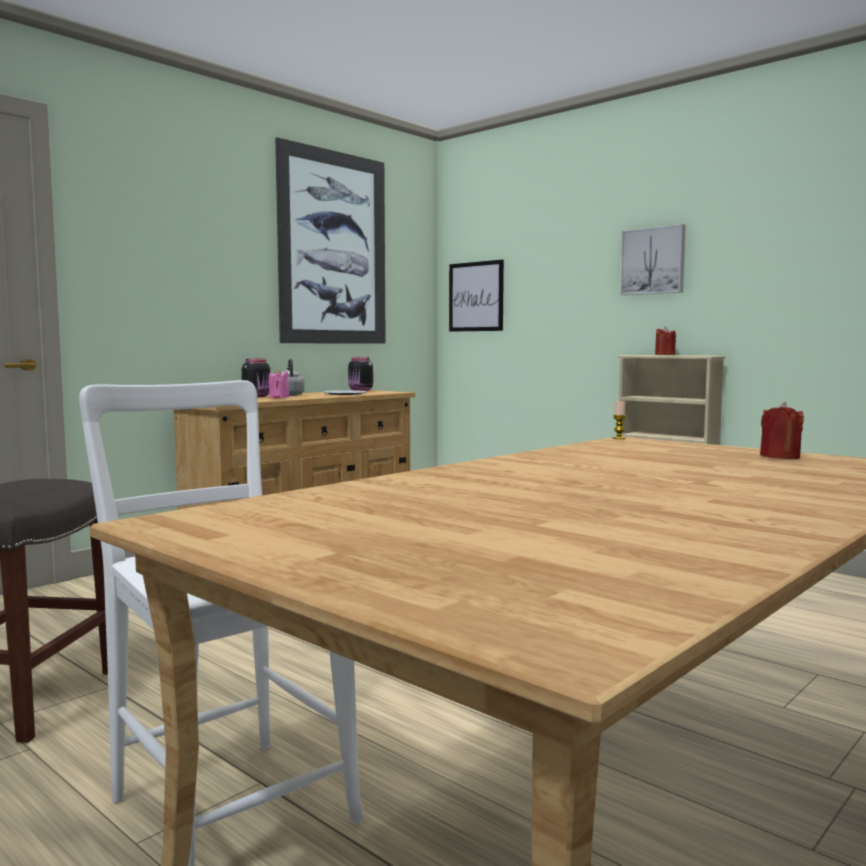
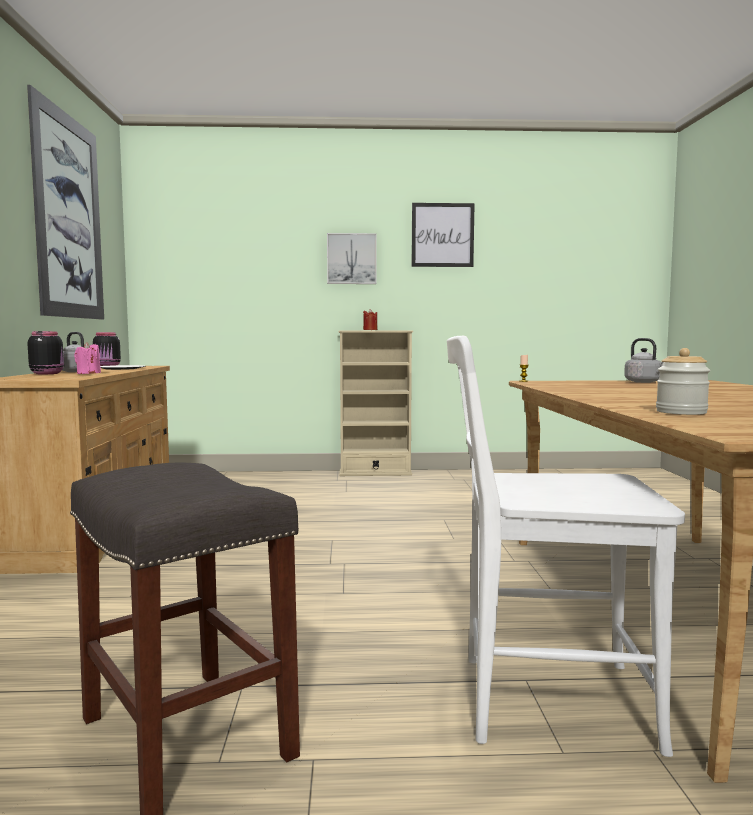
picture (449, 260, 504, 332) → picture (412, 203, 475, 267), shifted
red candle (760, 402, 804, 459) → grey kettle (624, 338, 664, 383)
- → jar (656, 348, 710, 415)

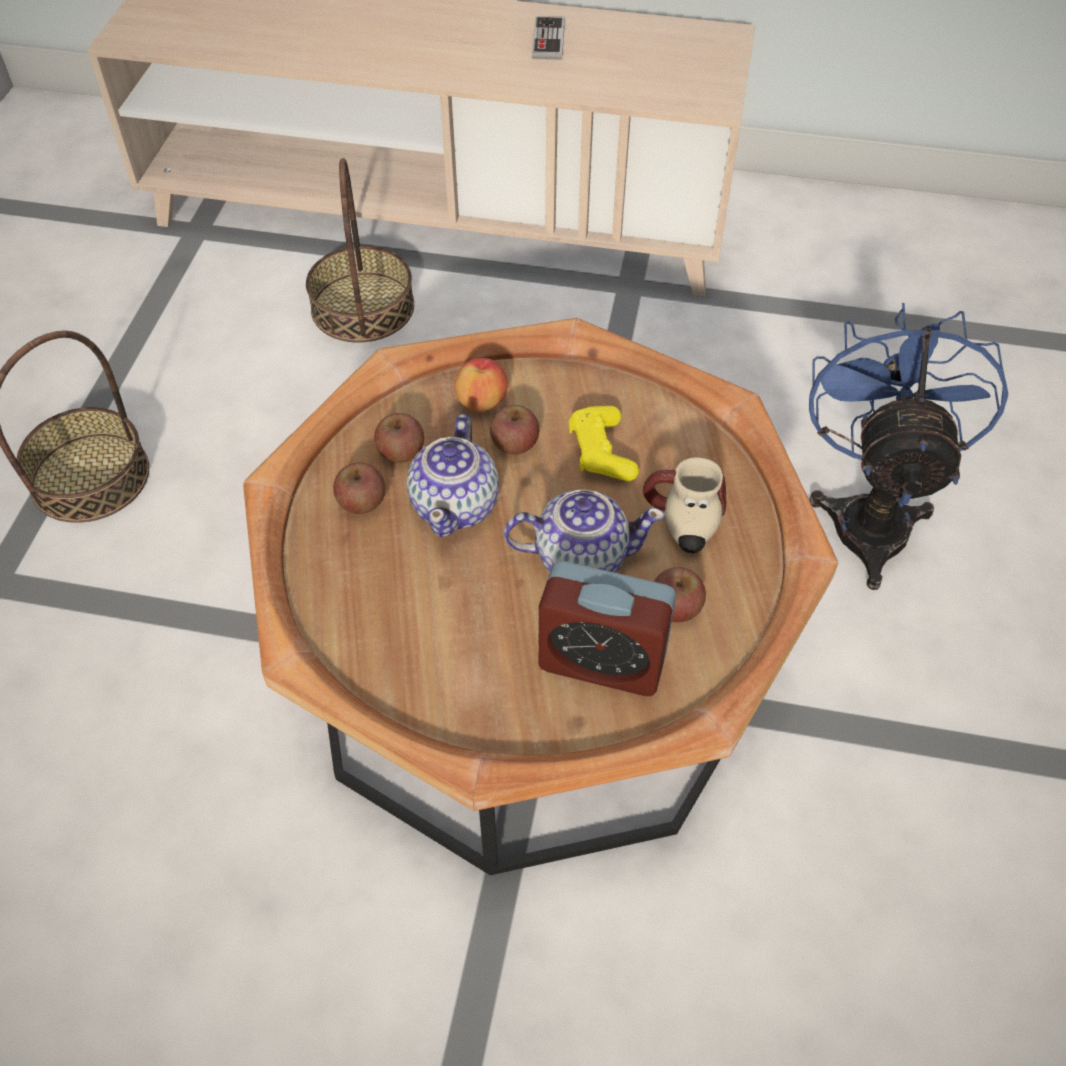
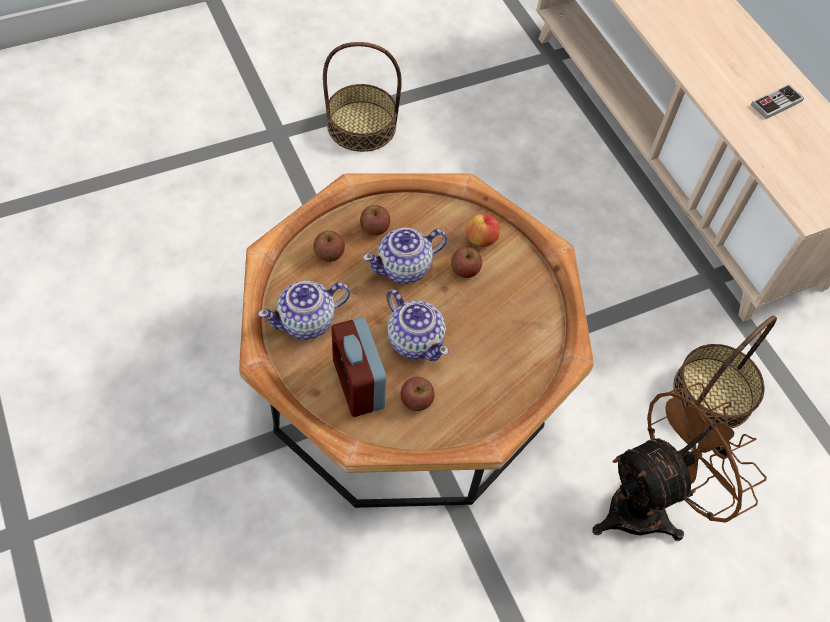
- → teapot (258, 280, 350, 340)
apple (374, 413, 424, 463) → apple (314, 231, 345, 262), shifted
blue fan (809, 303, 1008, 590) → brown fan (592, 382, 767, 541)
basket (306, 158, 414, 343) → basket (673, 316, 777, 429), shifted
yellow game controller (569, 406, 639, 481) → -
mug (643, 457, 726, 553) → -

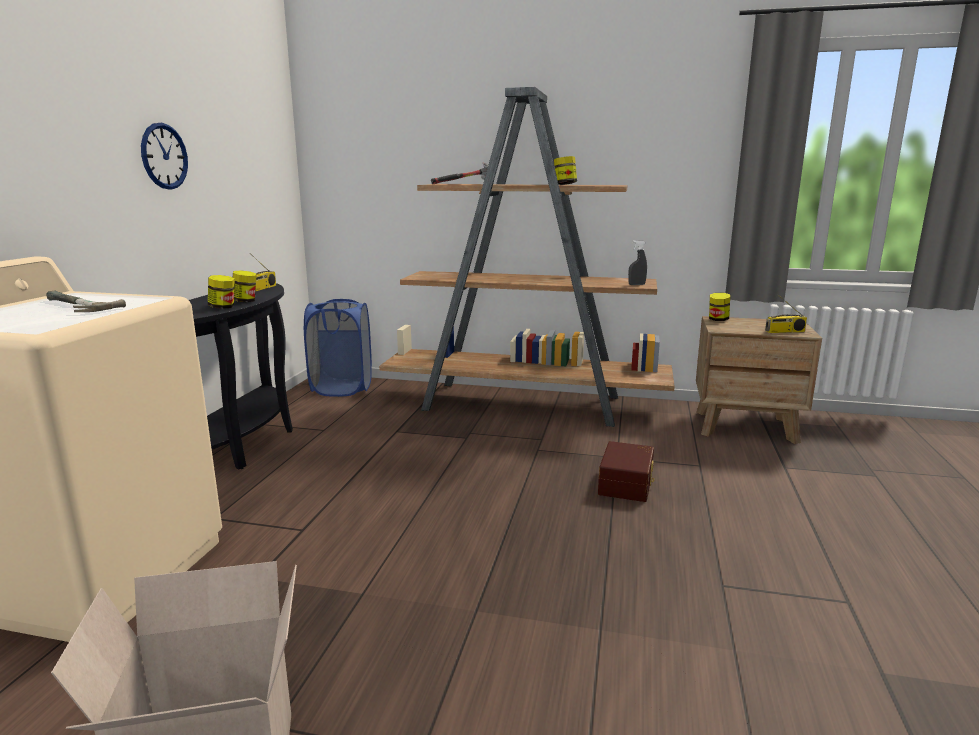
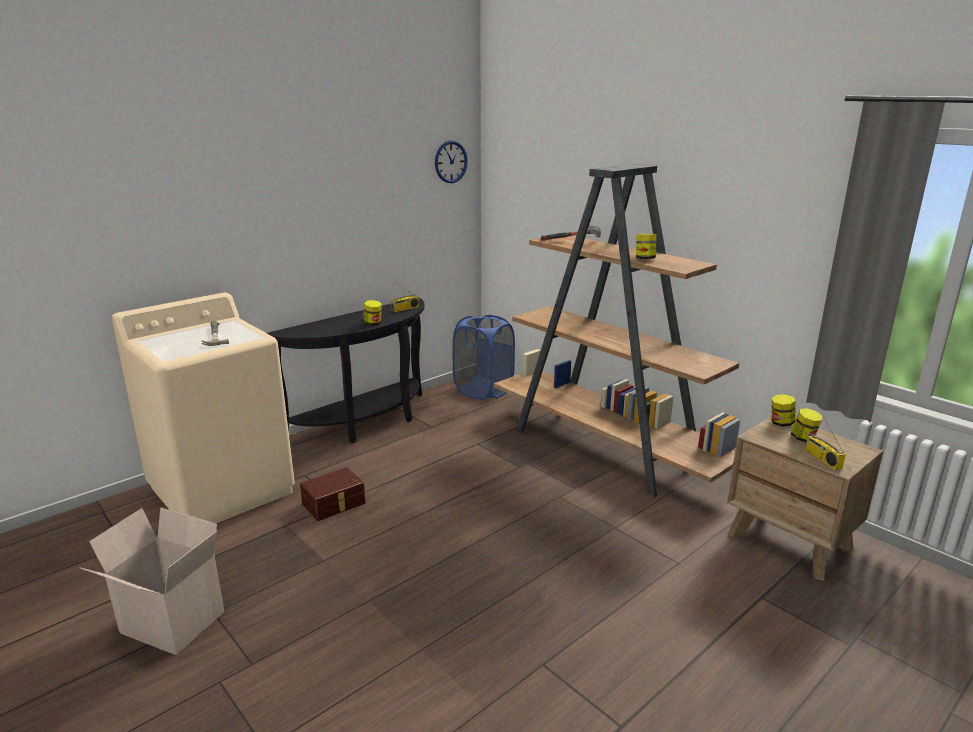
brown storage box (598, 441, 655, 502) → brown storage box (300, 467, 366, 521), shifted
wall clock (141, 123, 188, 190) → wall clock (435, 140, 468, 183), shifted
jar (208, 275, 235, 309) → jar (791, 408, 823, 443), shifted
radio (765, 294, 807, 333) → radio (805, 416, 846, 470), 45 degrees clockwise
grey spray bottle (628, 240, 647, 285) → -

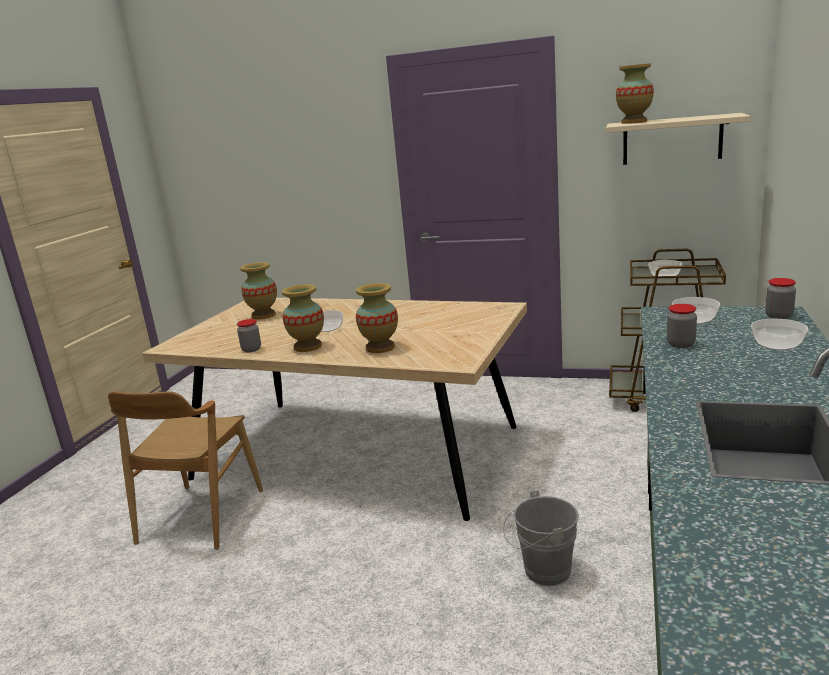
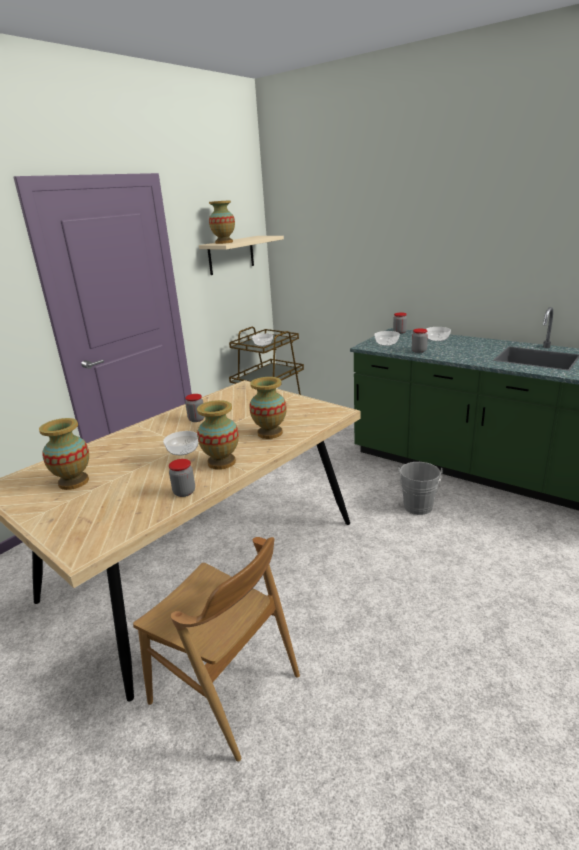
- → jar (185, 394, 205, 422)

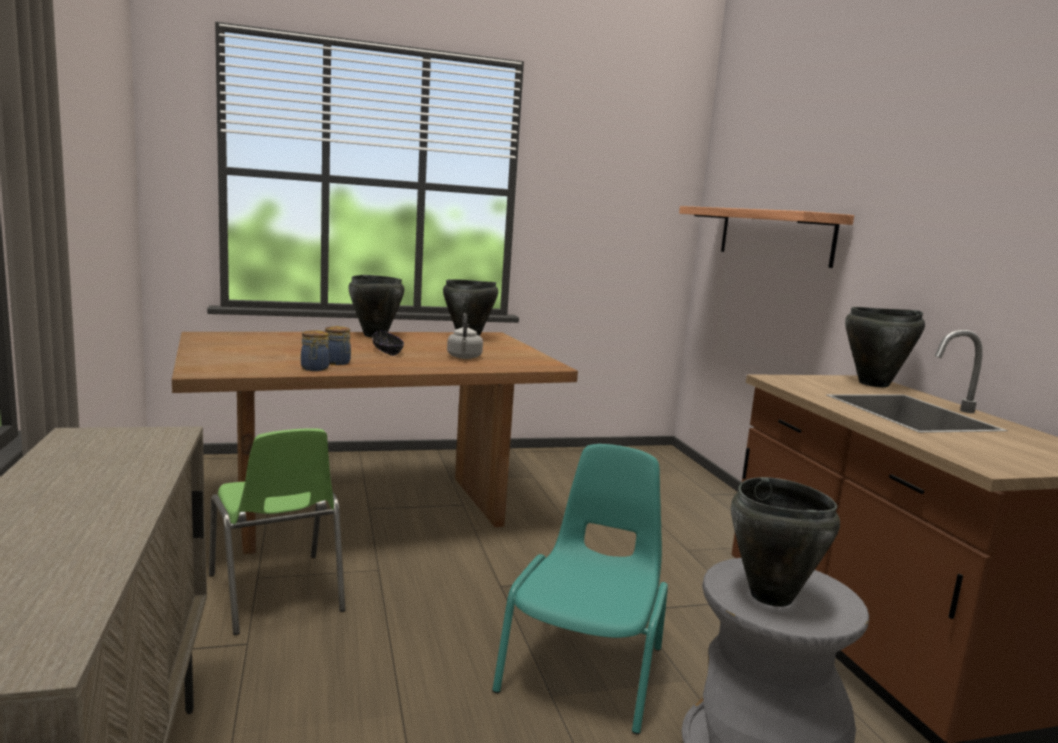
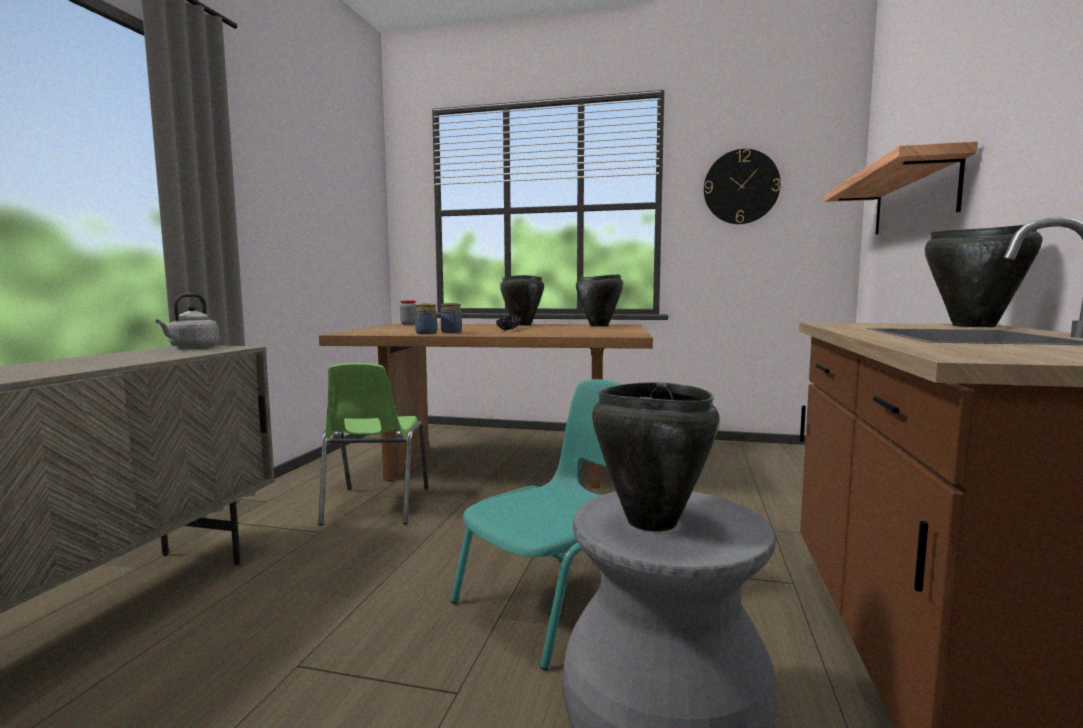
grey kettle (447, 313, 483, 359) → grey kettle (156, 294, 219, 349), shifted
- → jar (400, 300, 416, 325)
- → wall clock (704, 149, 781, 224)

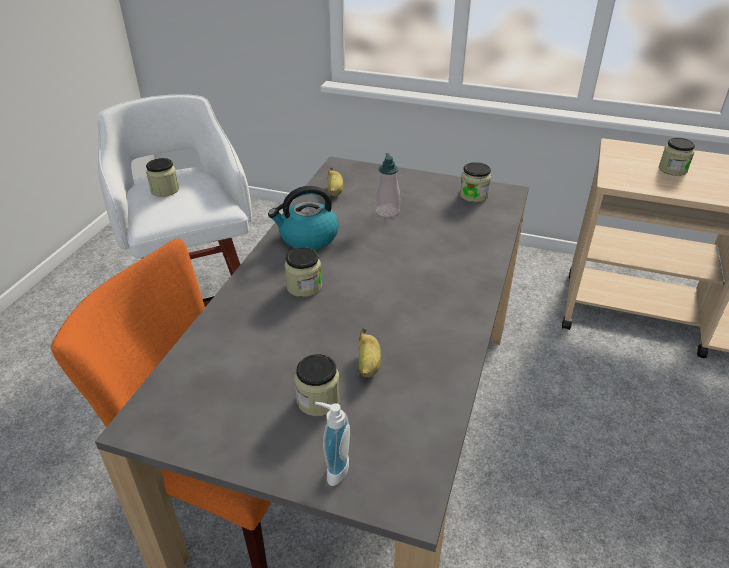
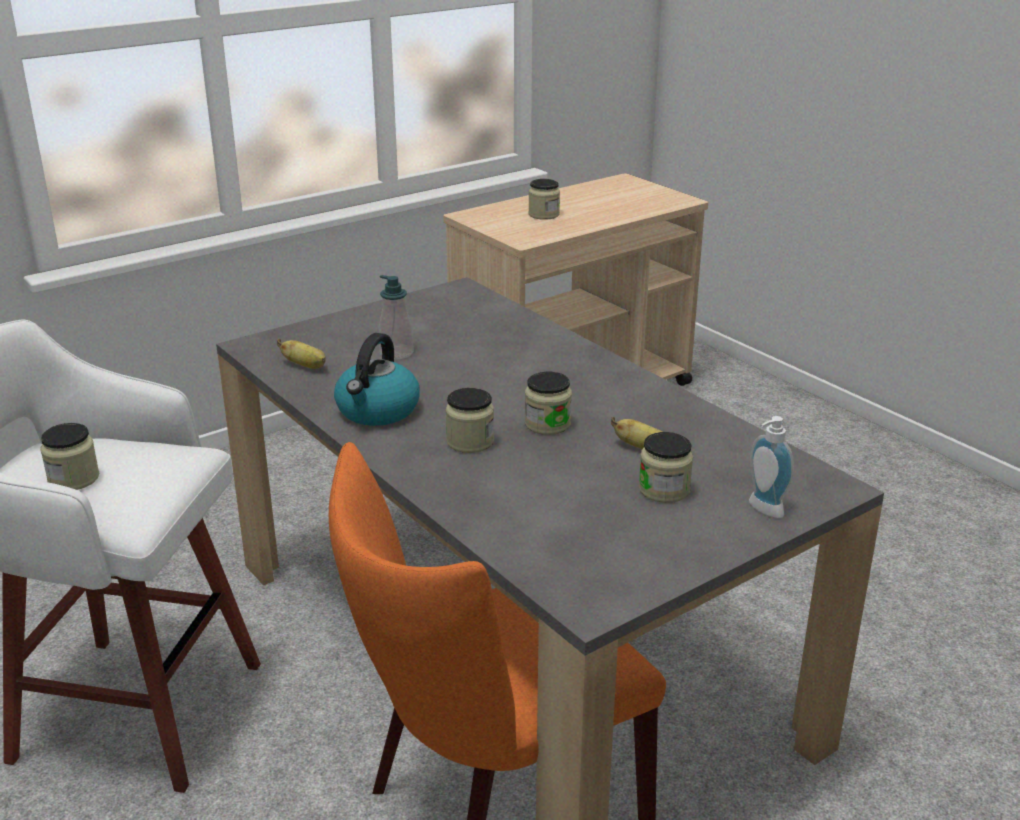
jar (460, 162, 491, 202) → jar (525, 372, 572, 435), shifted

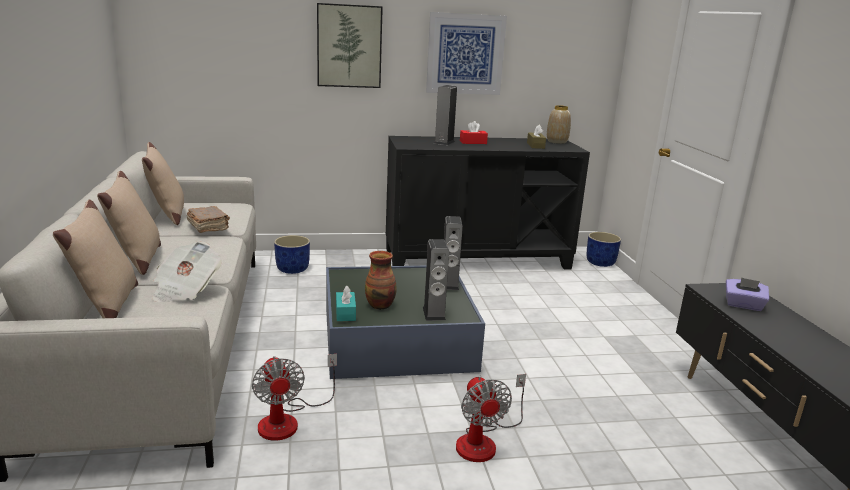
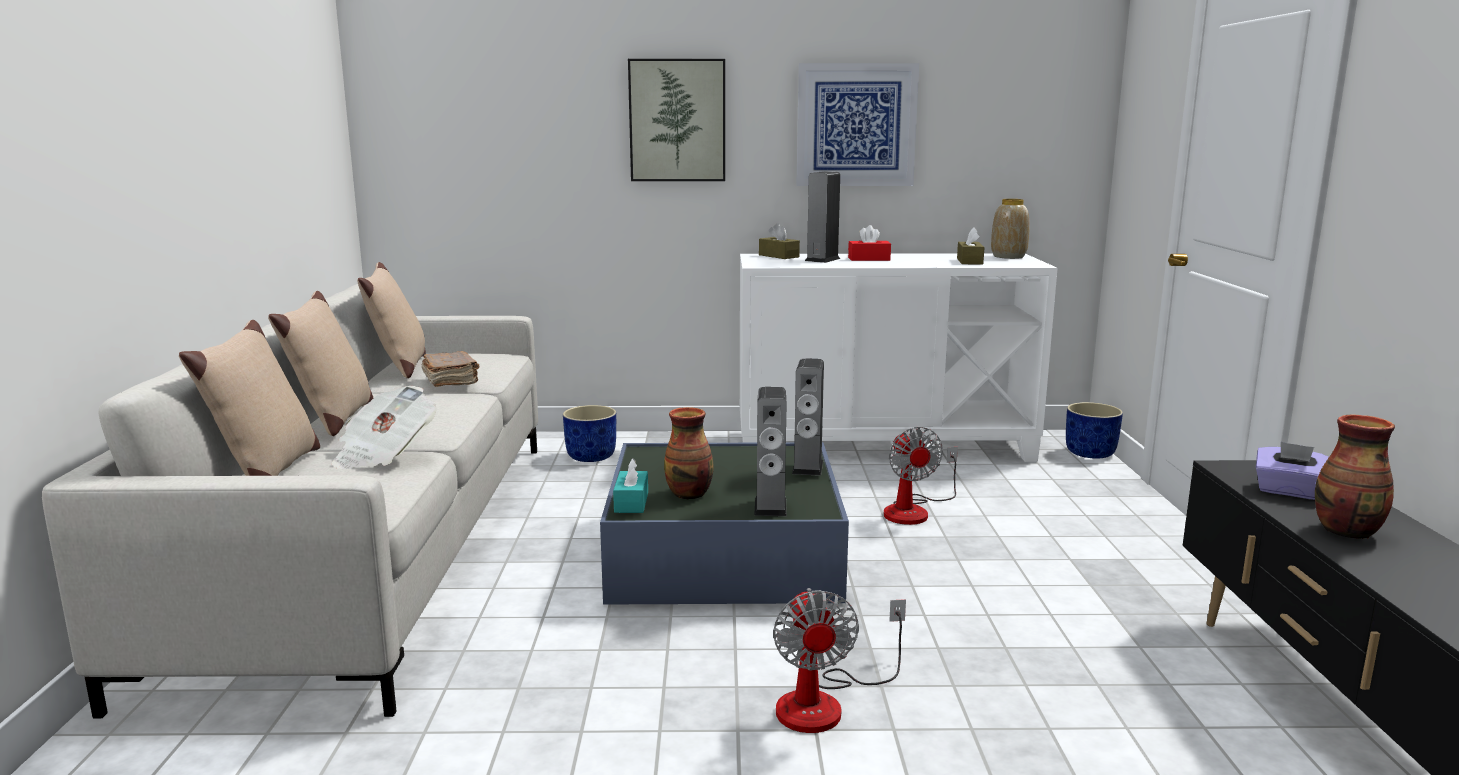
black cabinet (386, 136, 590, 270) → white cabinet (740, 253, 1058, 462)
- → brown tissue box (759, 223, 800, 259)
fan (252, 354, 337, 441) → fan (884, 427, 958, 525), shifted
- → vase (1315, 414, 1395, 539)

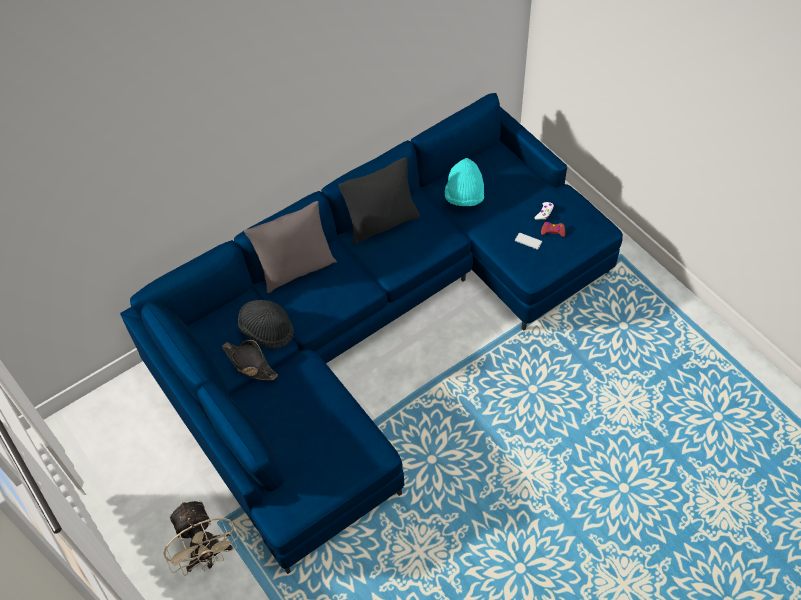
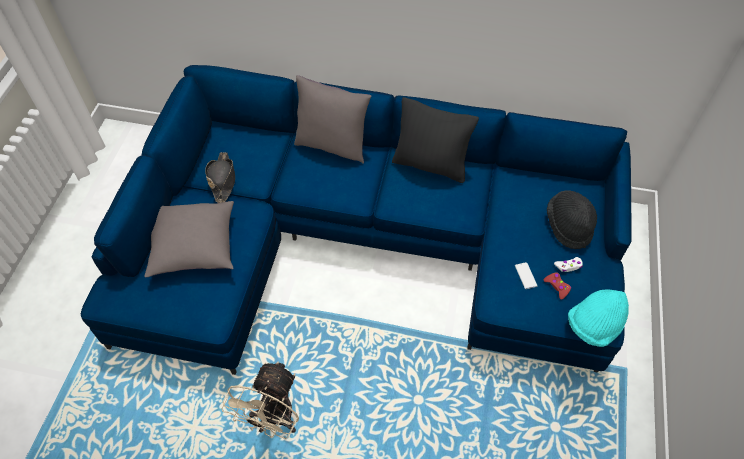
- → grey pillow (144, 201, 234, 277)
beige fan (163, 500, 238, 576) → beige fan (222, 361, 299, 439), shifted
black hat (238, 300, 294, 349) → black hat (547, 190, 597, 249), shifted
turquoise hat (445, 158, 484, 206) → turquoise hat (568, 289, 629, 347), shifted

